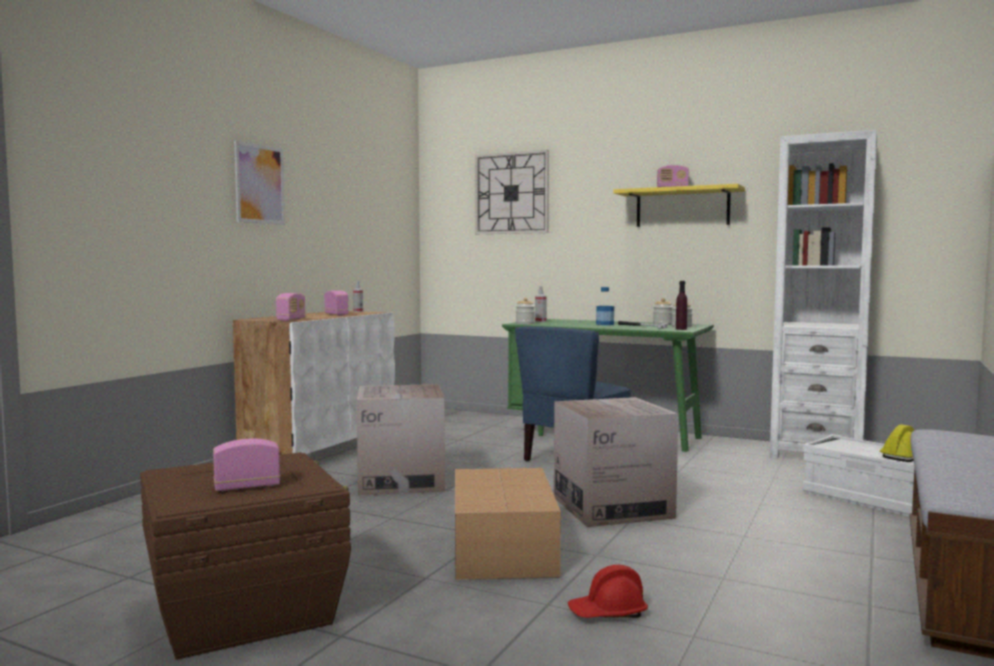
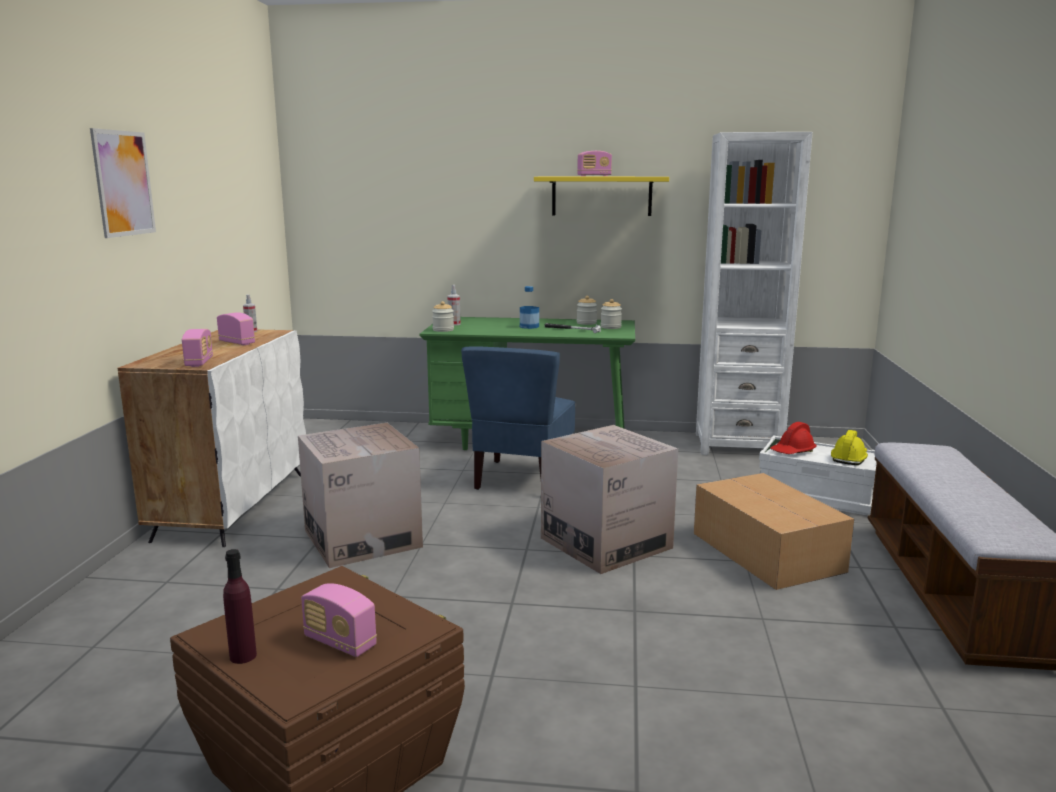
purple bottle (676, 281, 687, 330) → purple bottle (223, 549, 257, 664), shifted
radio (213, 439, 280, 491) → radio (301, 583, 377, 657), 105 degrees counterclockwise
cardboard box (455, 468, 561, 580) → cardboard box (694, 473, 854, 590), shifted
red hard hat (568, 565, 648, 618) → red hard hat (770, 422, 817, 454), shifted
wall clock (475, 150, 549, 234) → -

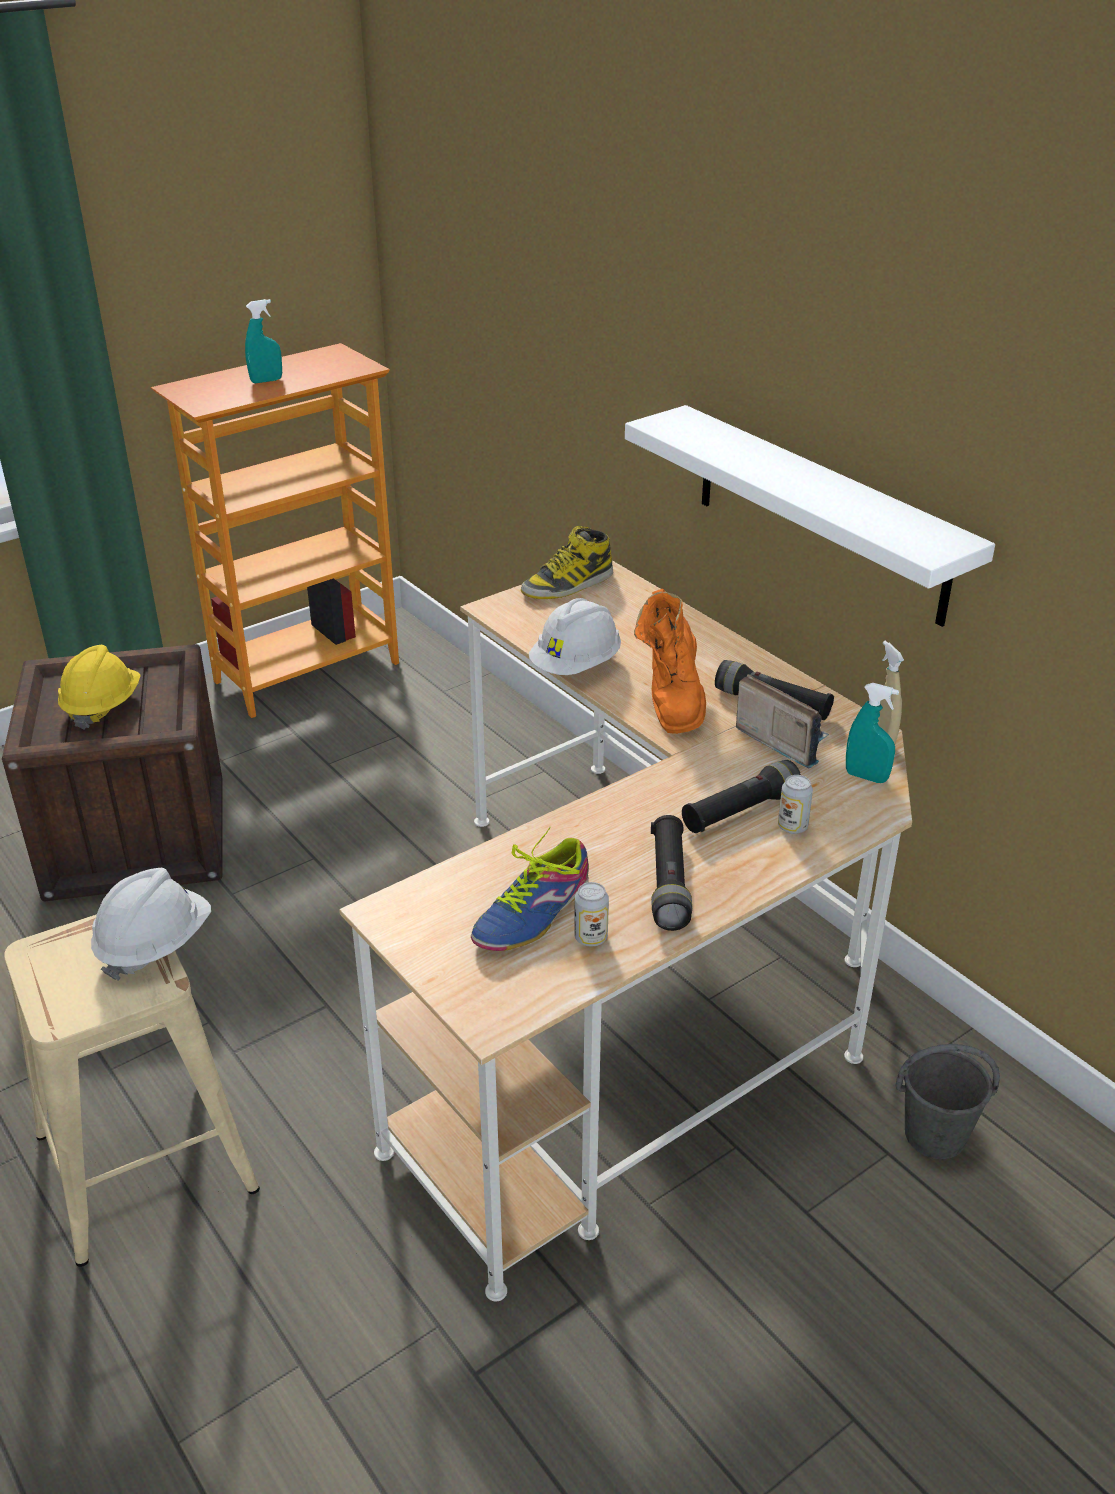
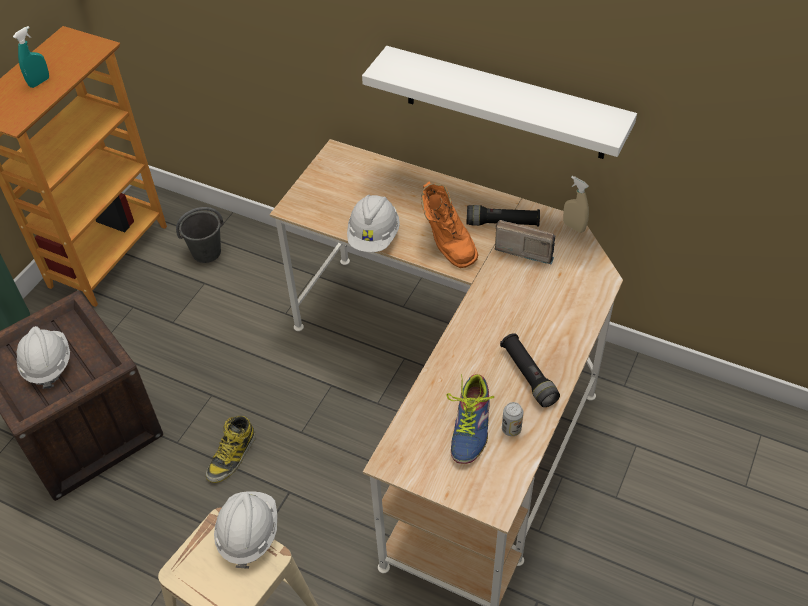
yellow hard hat (58, 645, 141, 730) → white hard hat (17, 326, 70, 389)
grey bucket (896, 1044, 1000, 1159) → grey bucket (176, 207, 224, 263), shifted
boot (521, 526, 613, 599) → boot (206, 415, 256, 483), shifted
black flashlight (682, 760, 801, 833) → -
can (778, 775, 813, 834) → -
turquoise spray bottle (846, 683, 899, 783) → -

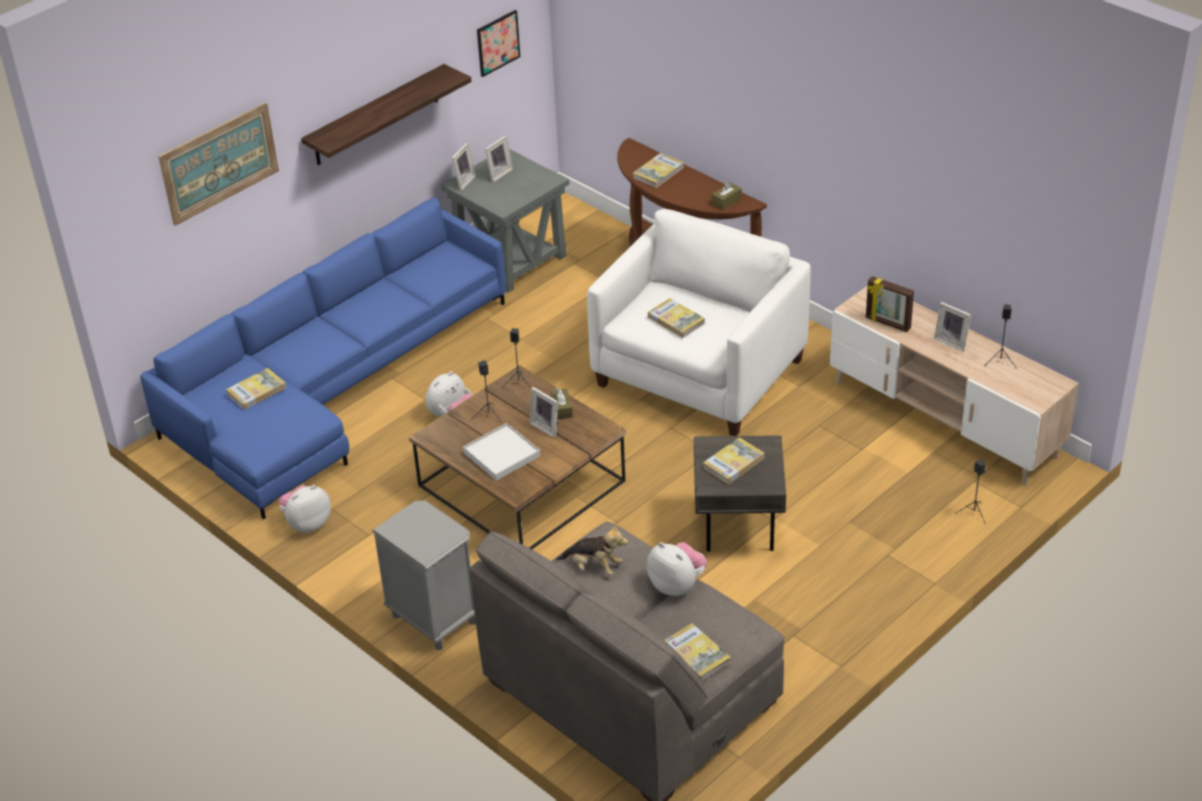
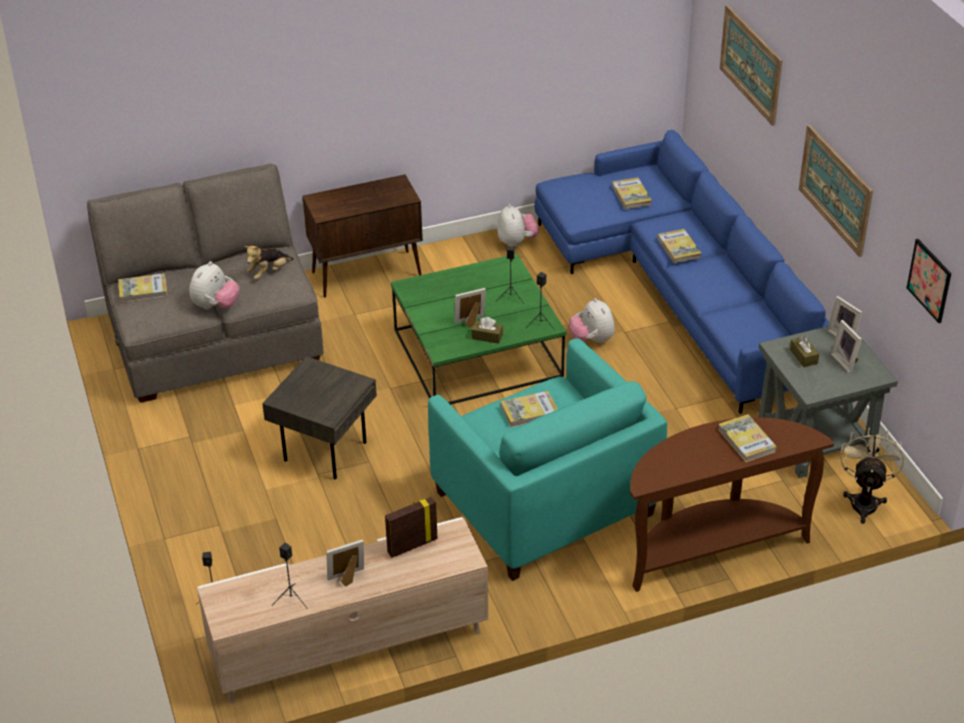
plush toy (647, 542, 707, 596) → plush toy (189, 261, 239, 310), 45 degrees counterclockwise
grey nightstand (372, 501, 476, 650) → brown cabinet (302, 174, 423, 298)
brown coffee table (409, 365, 626, 549) → green coffee table (391, 254, 566, 405)
white armchair (587, 209, 811, 436) → turquoise armchair (428, 338, 667, 581)
book (703, 437, 765, 484) → book (658, 229, 701, 263), shifted
brown tissue box (712, 181, 742, 210) → brown tissue box (790, 336, 819, 367), shifted
shelf (301, 64, 472, 165) → picture (799, 125, 873, 257)
- → beige fan (840, 427, 904, 524)
white tray (463, 423, 540, 481) → -

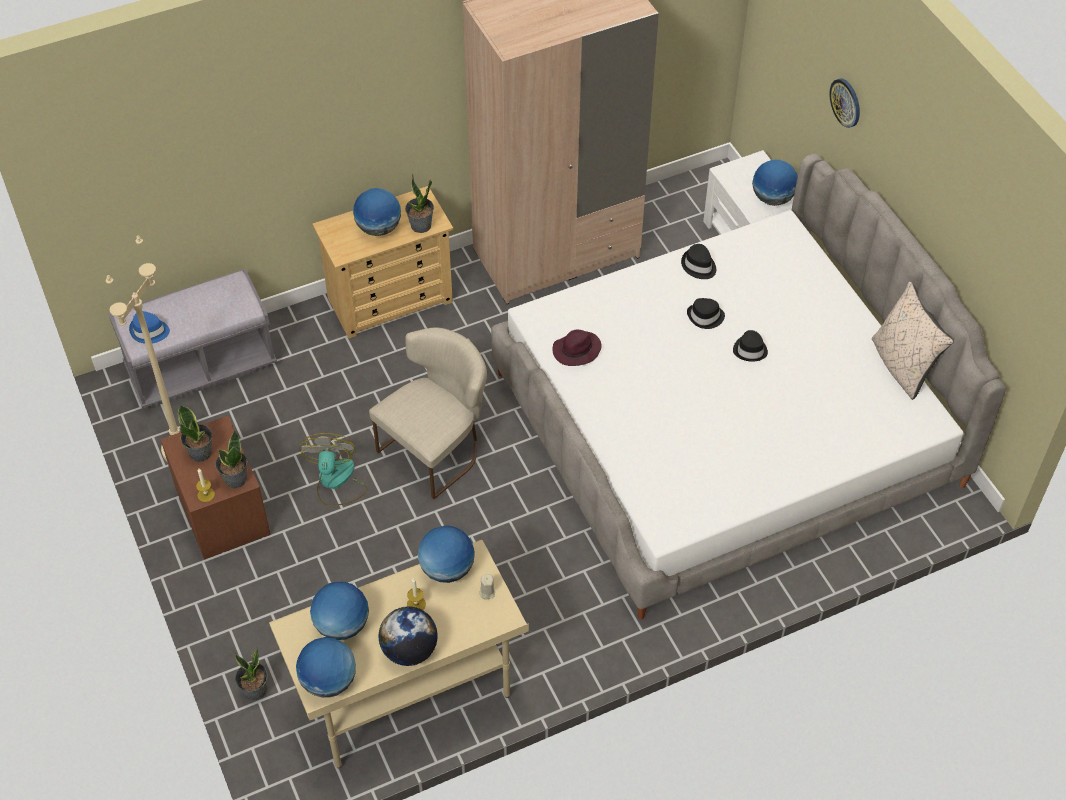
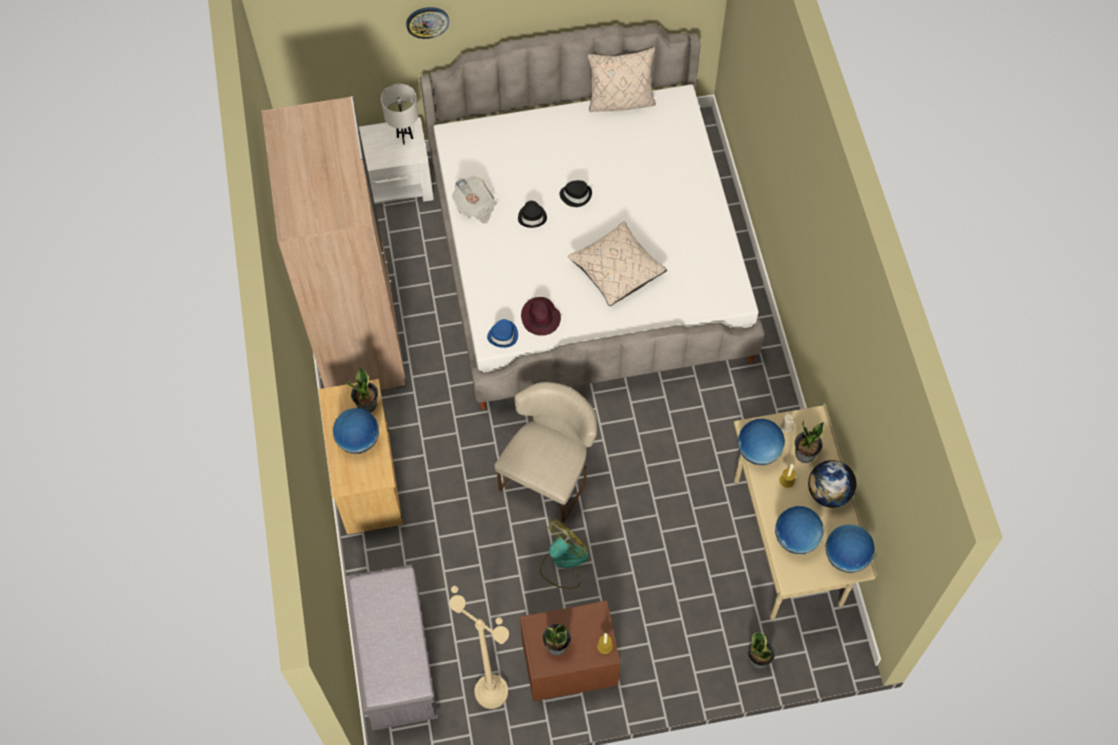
globe (752, 160, 798, 206) → white table lamp (381, 84, 419, 145)
black hat (681, 244, 716, 279) → newspaper (452, 176, 497, 224)
blue hat (129, 311, 170, 344) → blue hat (487, 319, 518, 348), shifted
beige chair (369, 328, 487, 499) → beige chair (494, 382, 597, 523), 60 degrees clockwise
fan (299, 433, 368, 506) → fan (540, 519, 588, 589), 120 degrees clockwise
- → beige pillow (568, 221, 667, 306)
potted plant (215, 430, 247, 488) → potted plant (794, 420, 824, 463), shifted

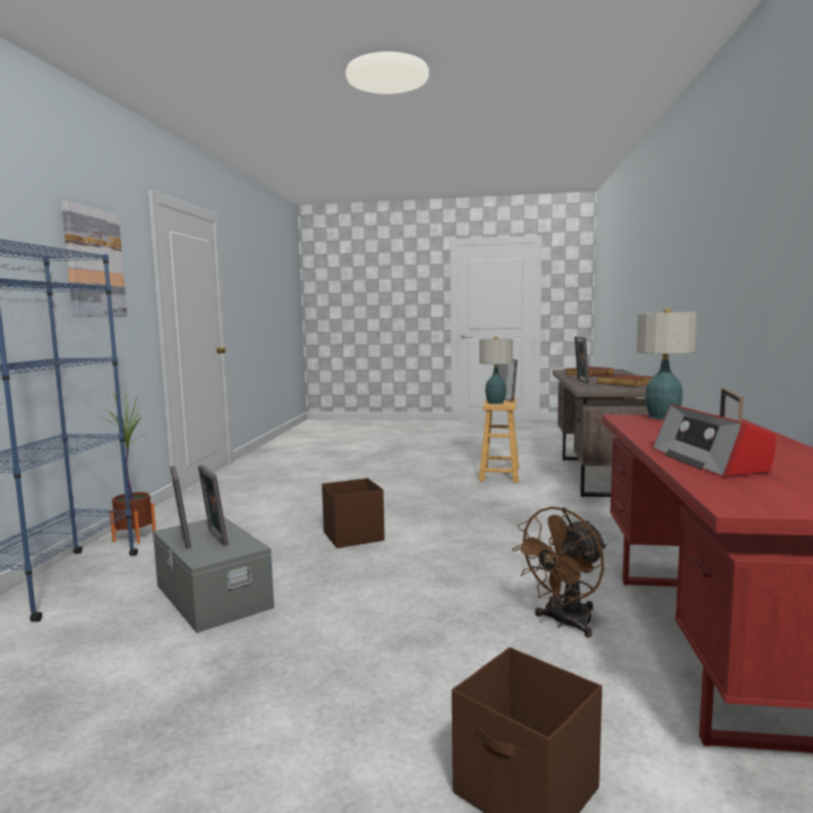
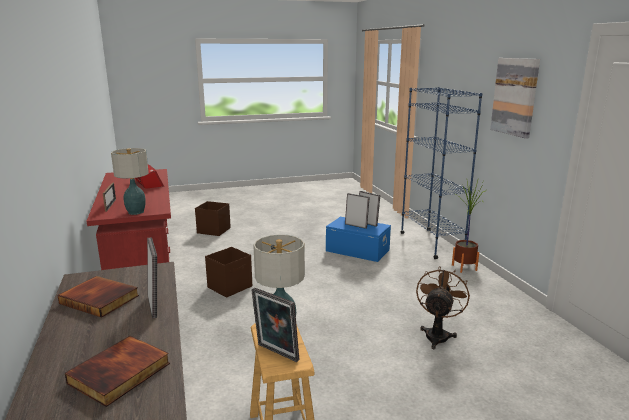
brown storage box (322, 478, 385, 548) → brown storage box (205, 247, 252, 298), shifted
grey storage box (153, 517, 274, 633) → blue storage box (326, 217, 391, 262)
brown fan (512, 507, 607, 638) → brown fan (416, 266, 470, 349), shifted

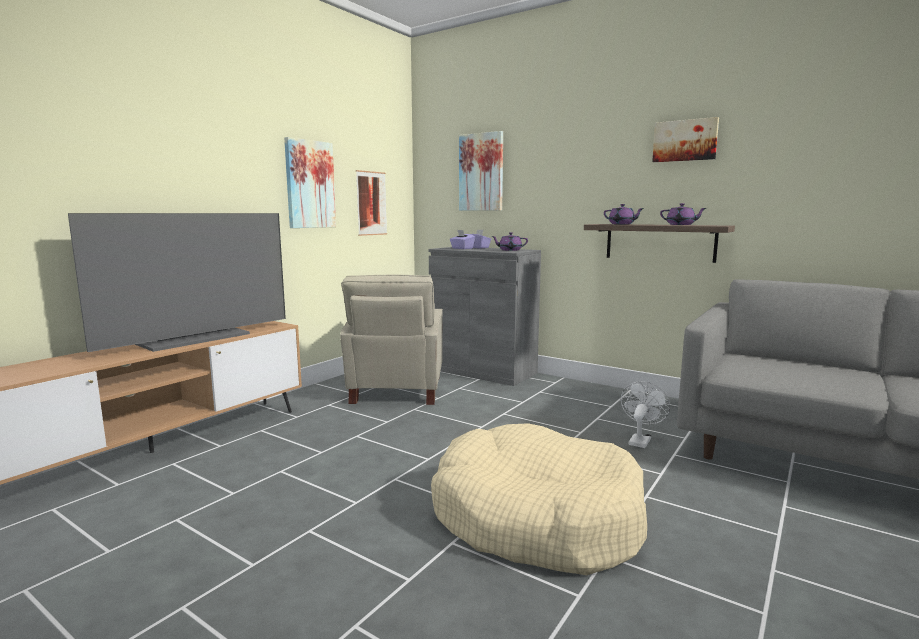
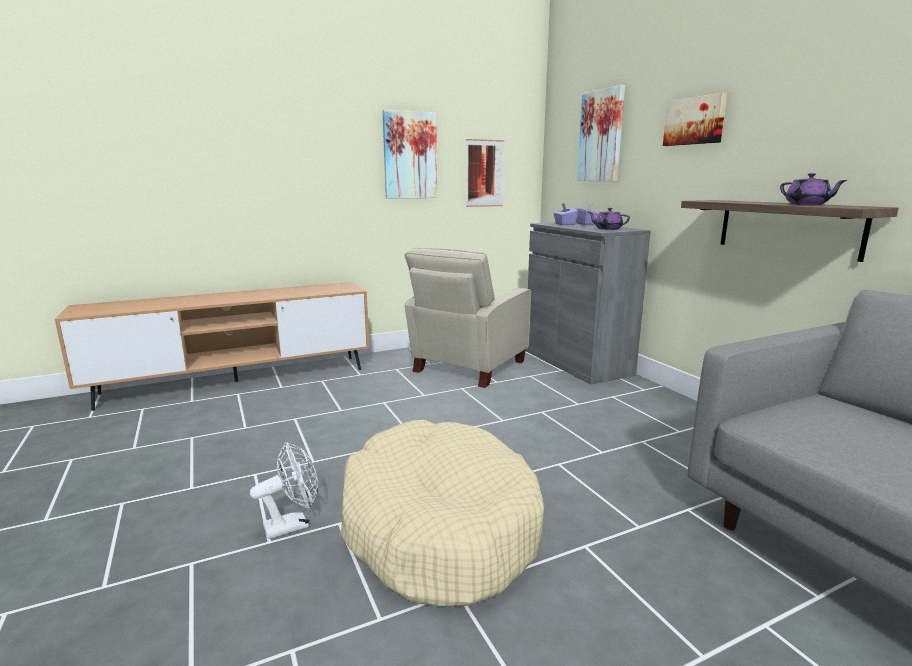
white fan (621, 381, 670, 448) → white fan (250, 442, 318, 539), shifted
picture (652, 117, 719, 162) → picture (663, 93, 727, 146), shifted
television (68, 213, 286, 352) → -
purple teapot (604, 204, 644, 224) → -

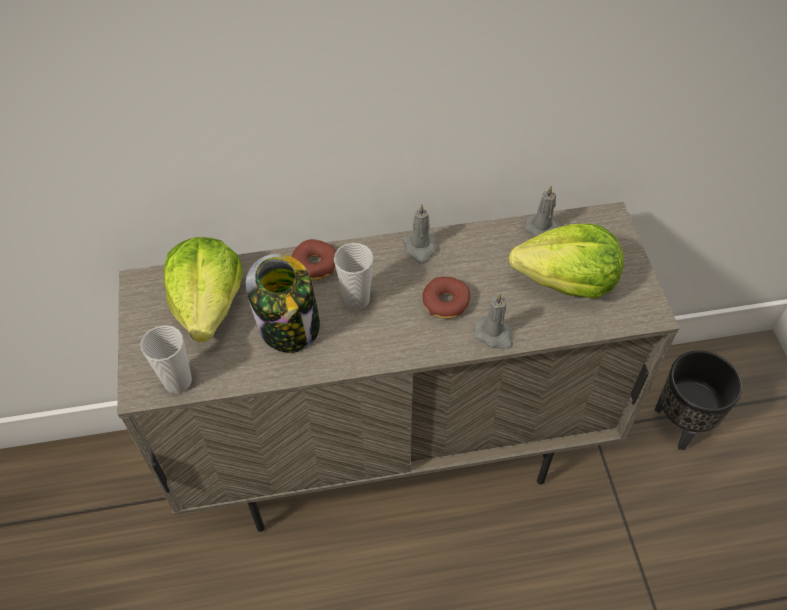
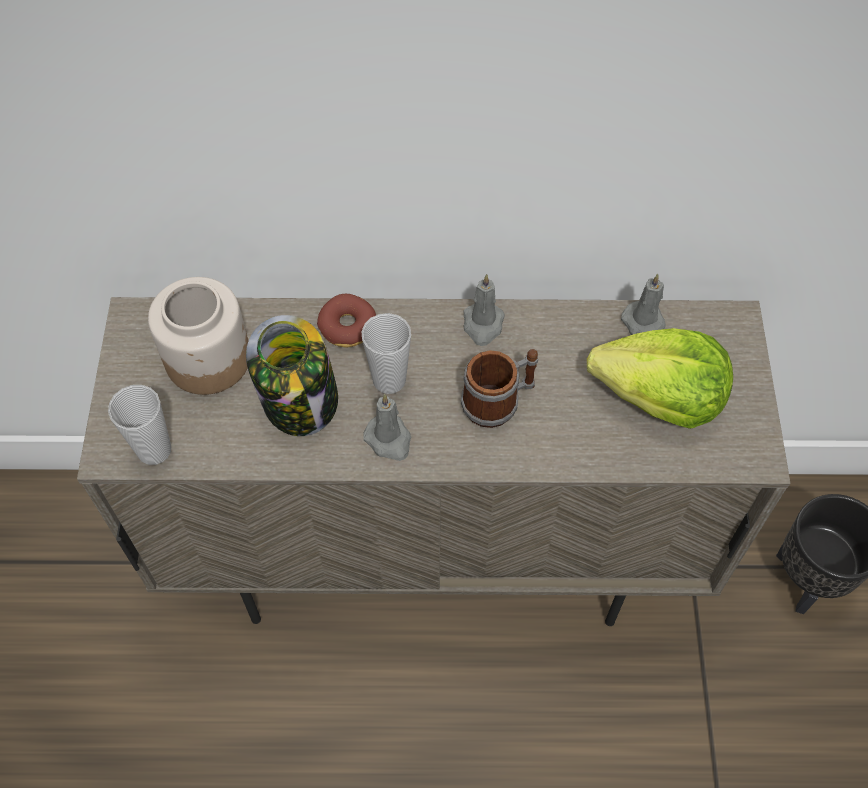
lettuce (164, 237, 242, 342) → jar (148, 277, 248, 395)
grey candle (474, 293, 513, 349) → grey candle (363, 394, 411, 461), shifted
donut (422, 277, 470, 319) → mug (461, 349, 538, 428)

